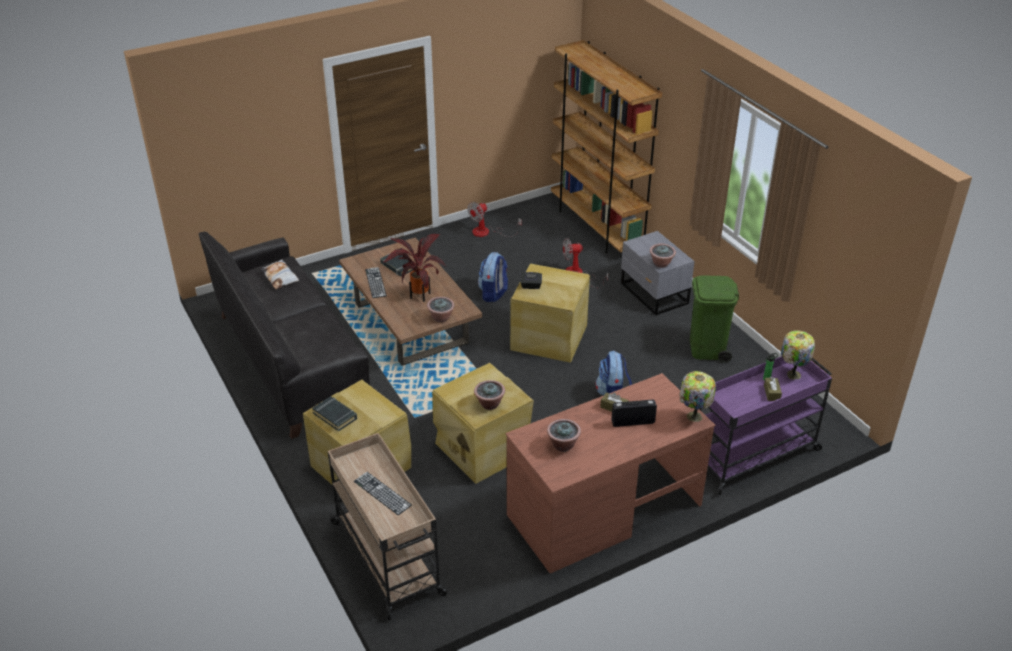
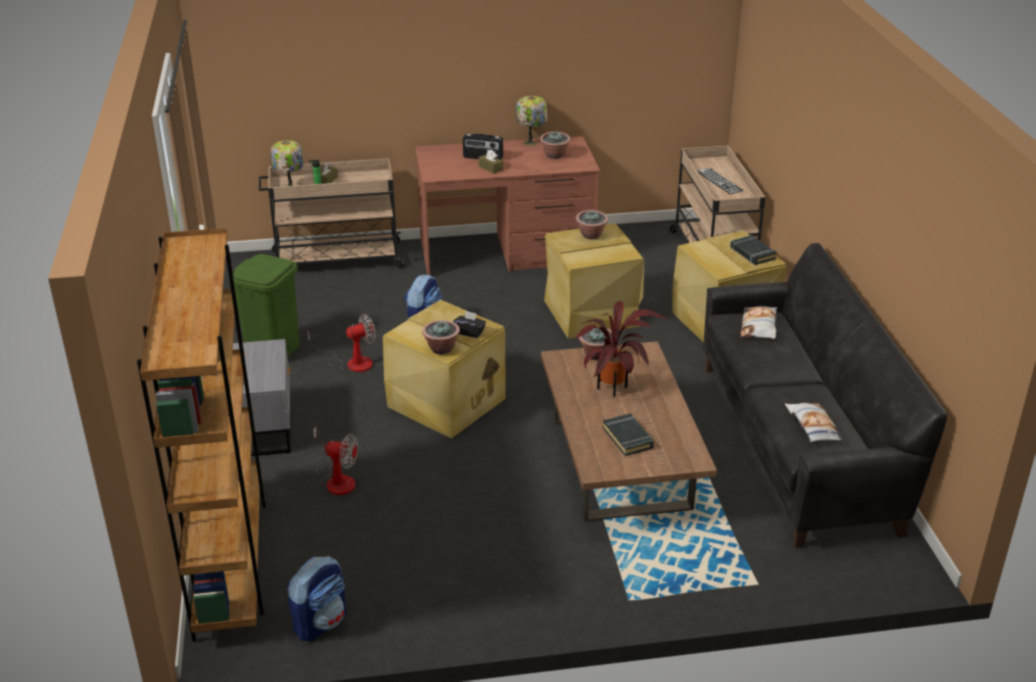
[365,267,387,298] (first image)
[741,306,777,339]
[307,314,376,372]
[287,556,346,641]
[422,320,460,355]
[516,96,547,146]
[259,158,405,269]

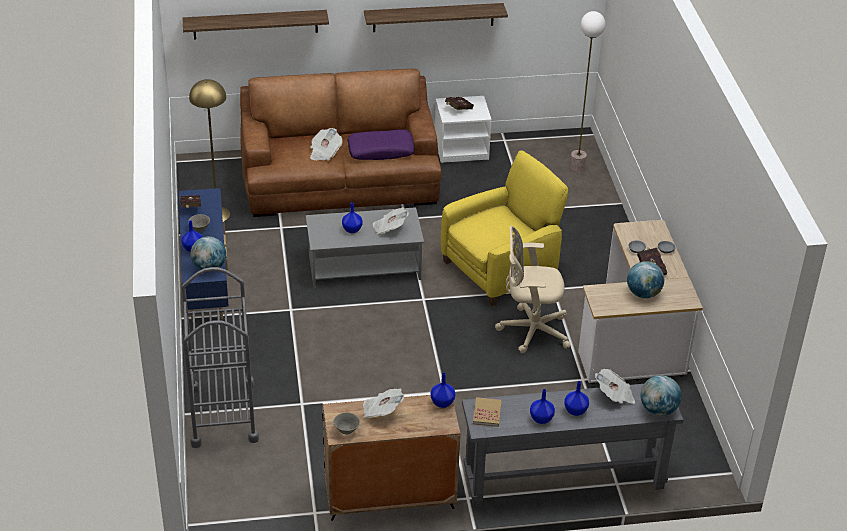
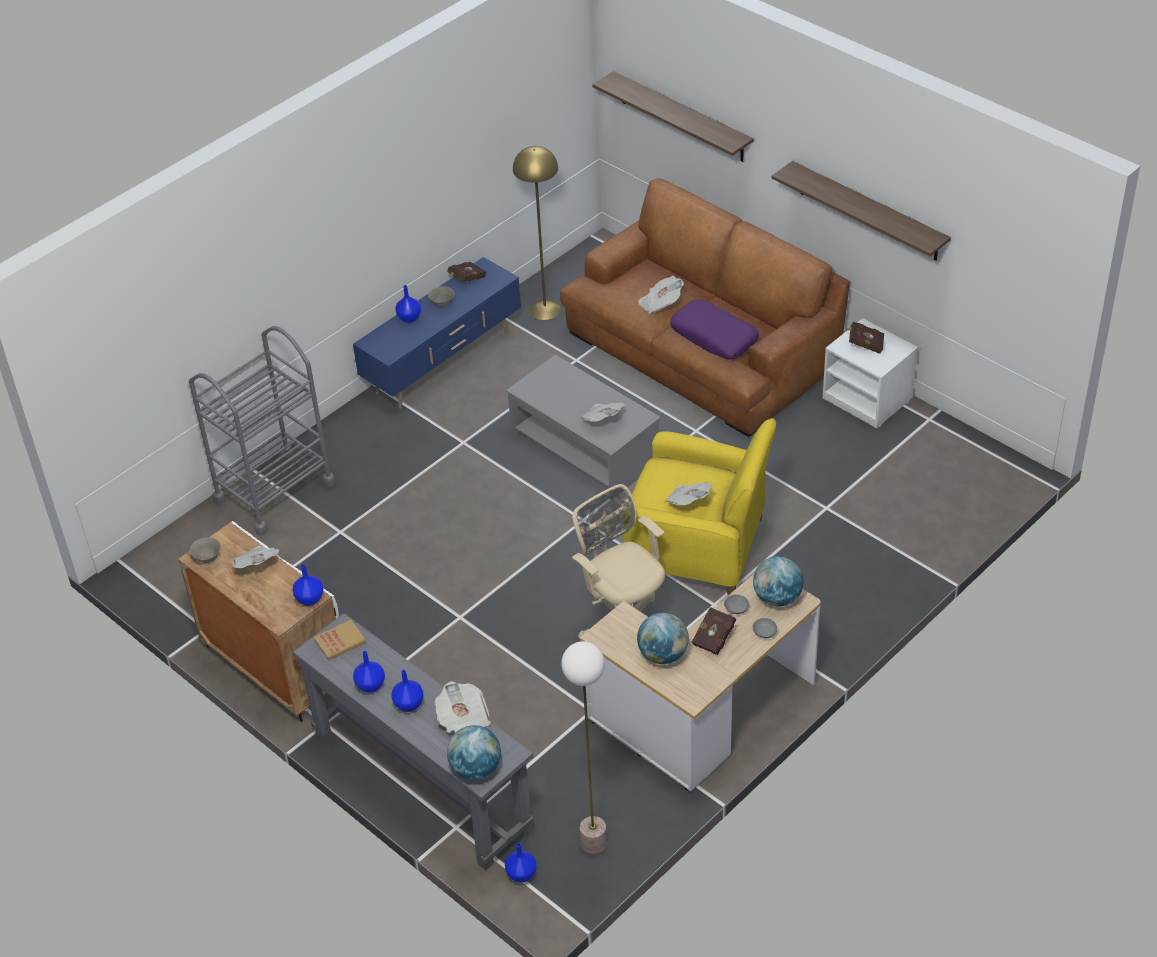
[664,482,714,505]
[753,556,804,606]
[505,843,537,883]
[561,641,607,854]

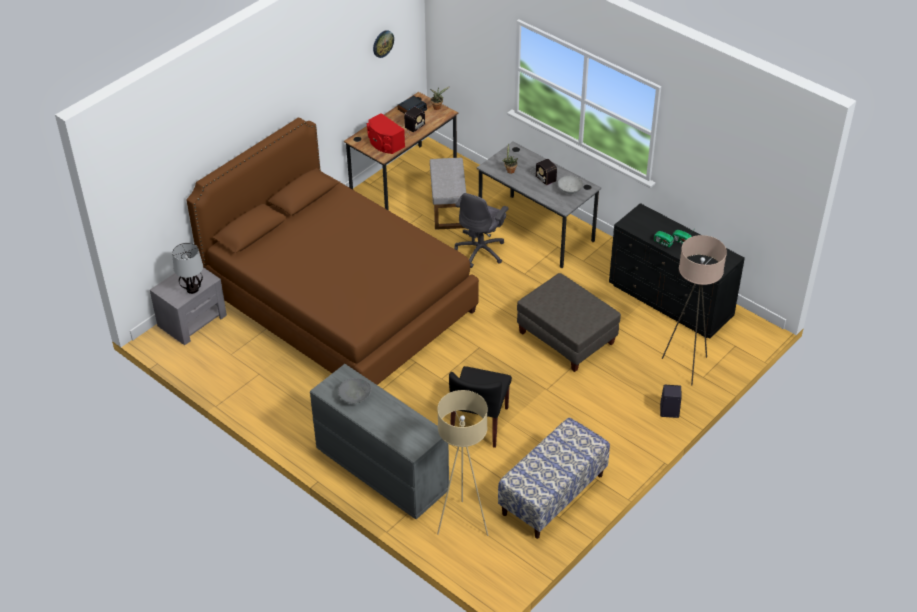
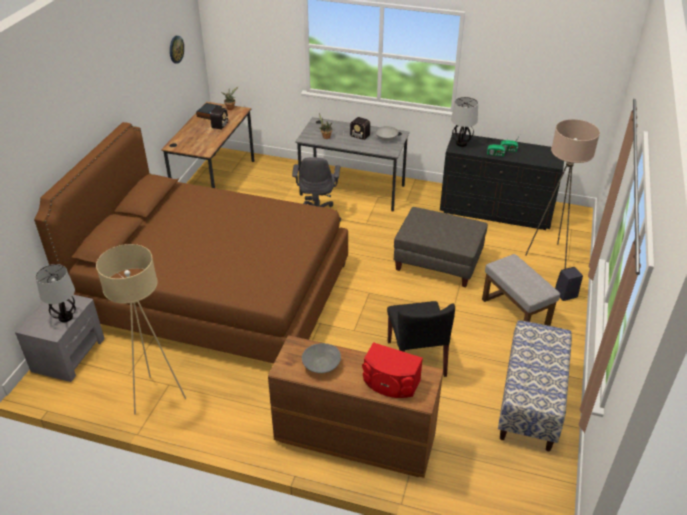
[451,97,478,147]
[362,342,423,398]
[482,254,560,326]
[96,244,186,415]
[268,335,443,478]

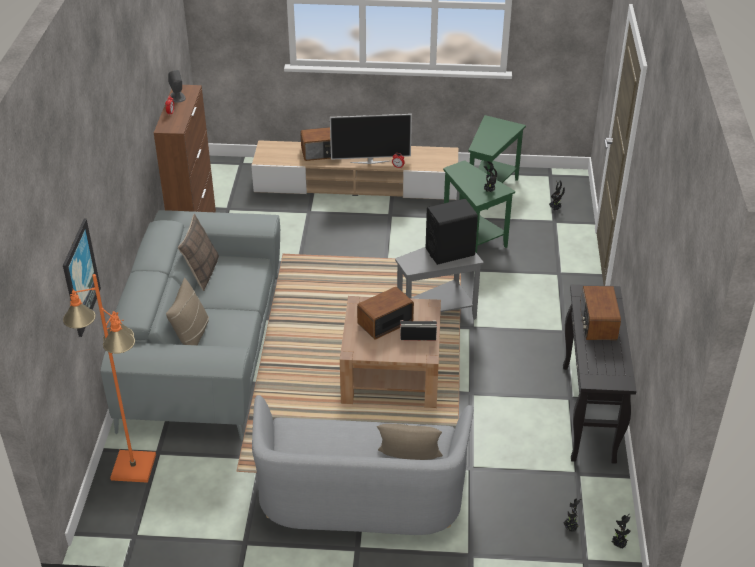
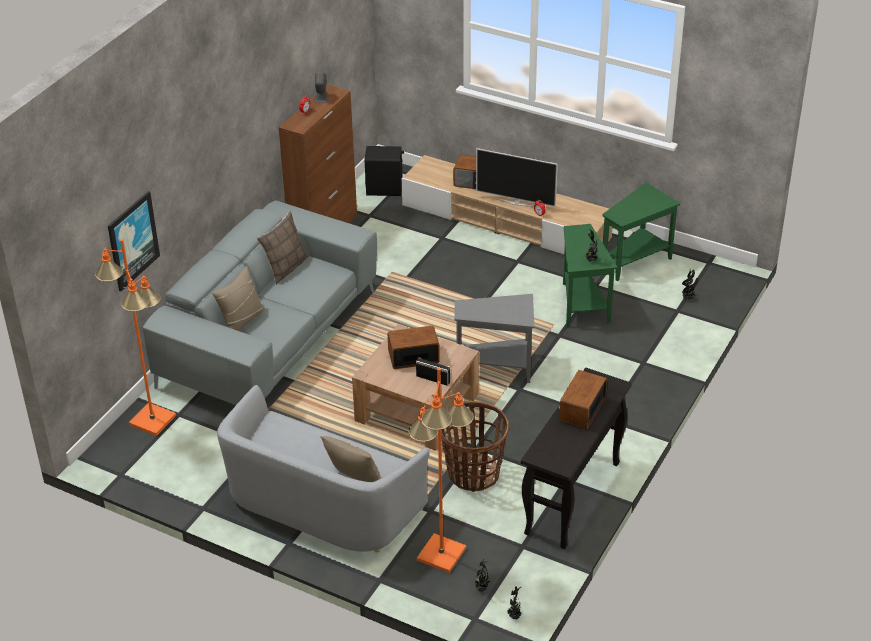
[408,368,474,573]
[441,401,509,492]
[365,146,404,196]

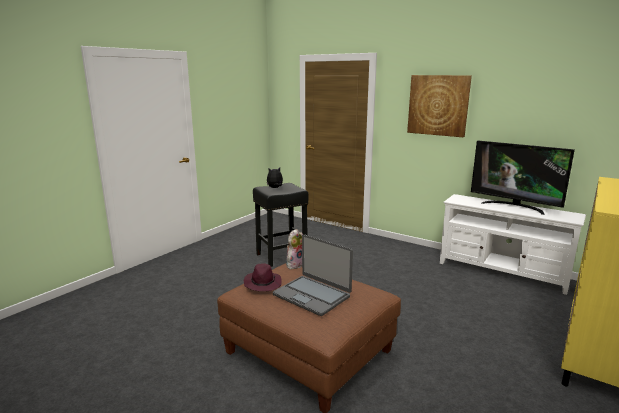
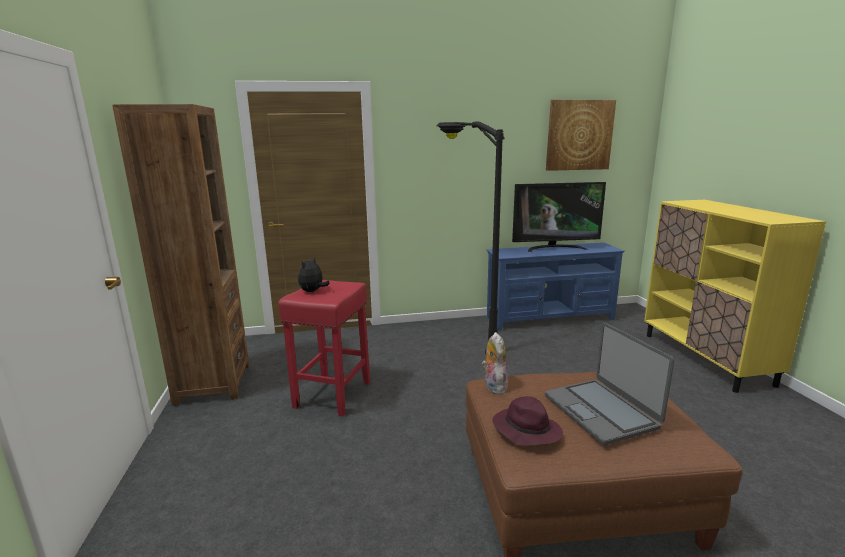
[112,104,249,406]
[437,121,505,354]
[546,100,616,171]
[278,280,370,416]
[486,242,625,330]
[545,322,674,445]

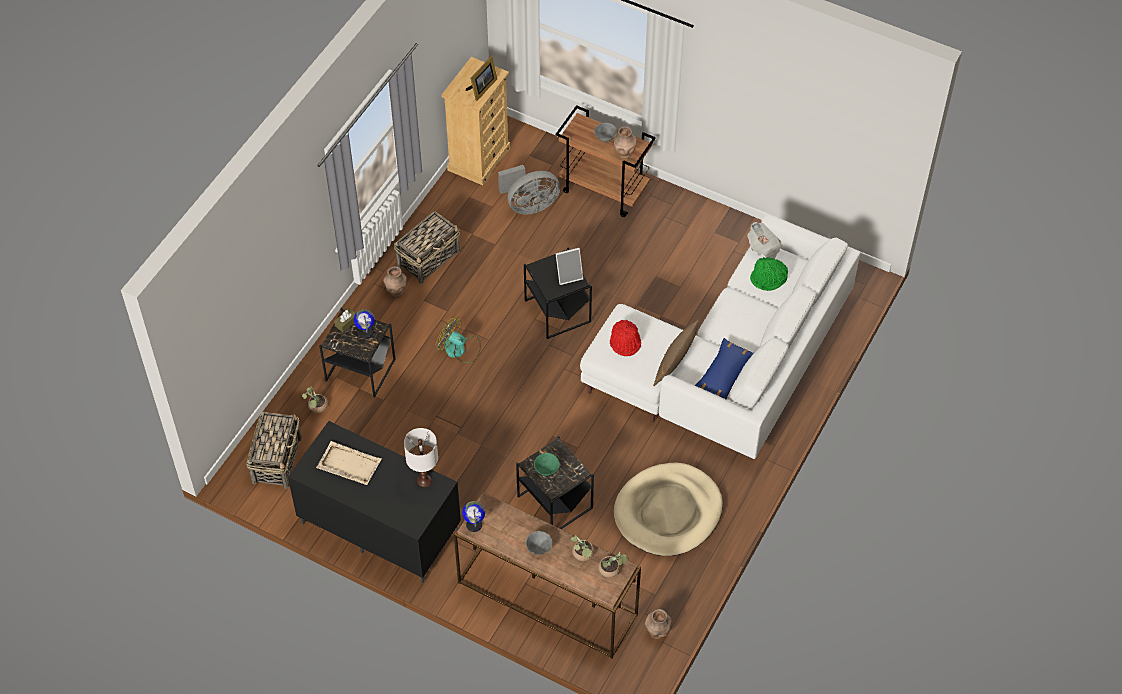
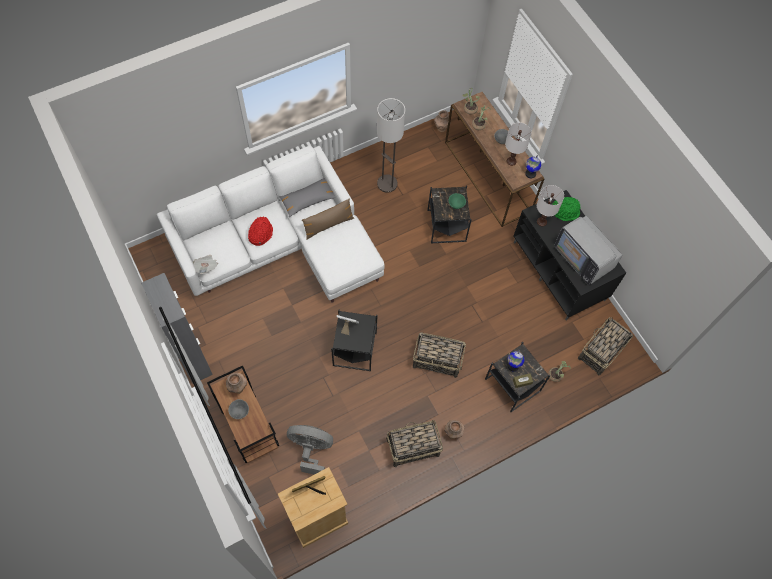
[141,273,213,383]
[505,122,532,166]
[248,216,273,246]
[552,197,580,221]
[555,215,623,285]
[413,332,466,378]
[377,98,405,193]
[279,178,336,217]

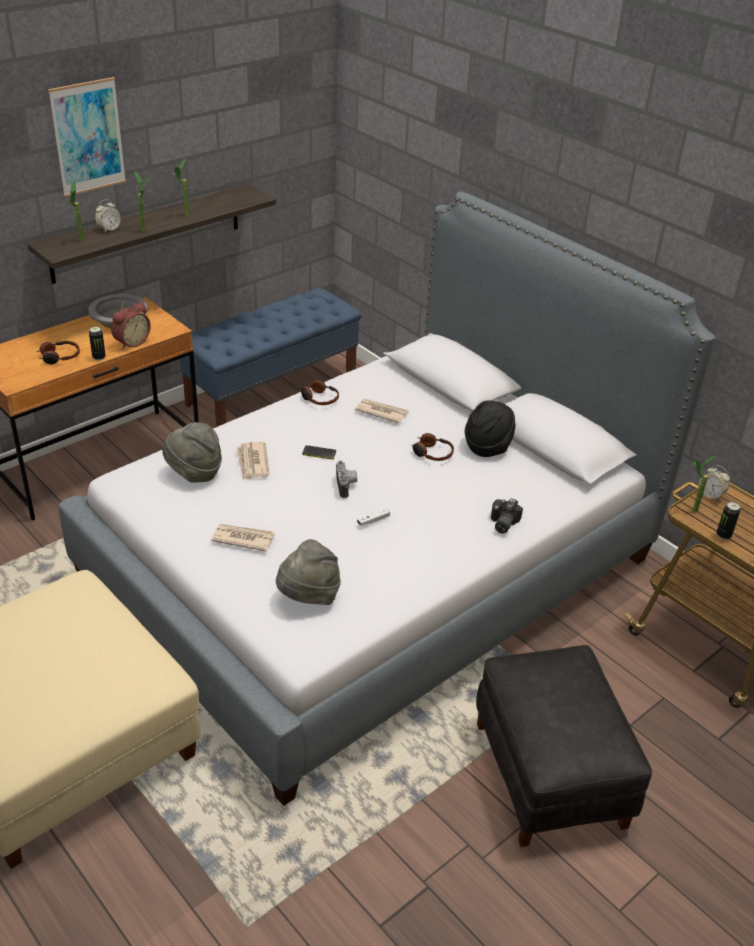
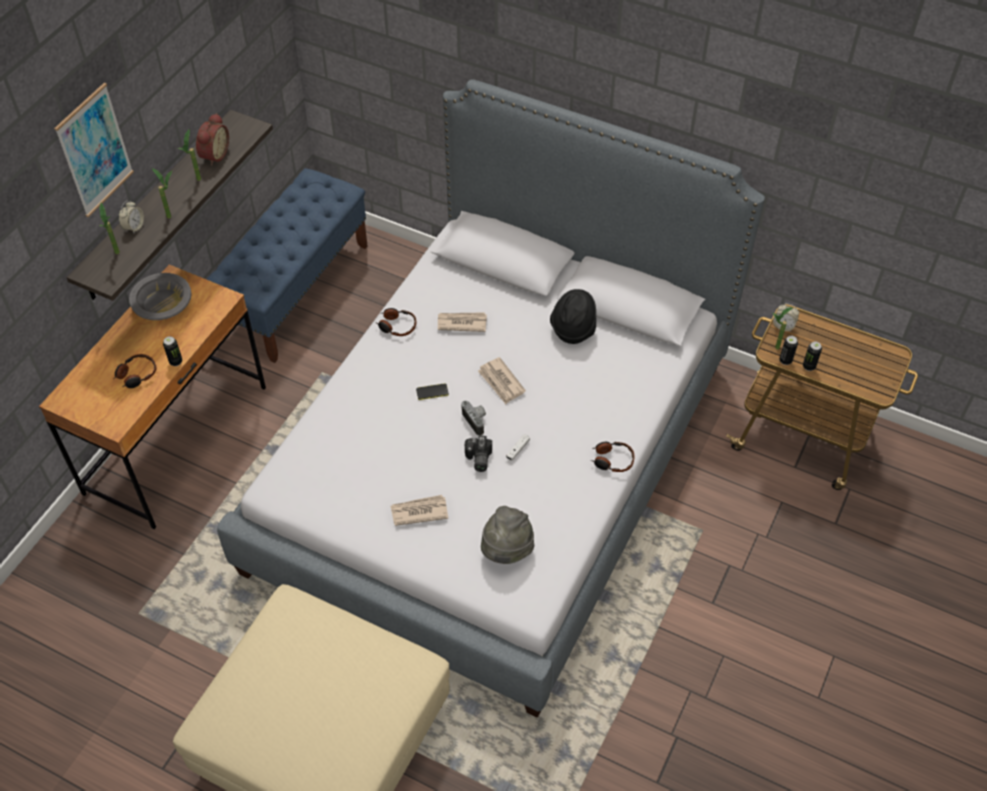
[162,422,222,483] (first image)
[476,645,652,847] (first image)
[779,336,798,365]
[196,113,229,166]
[478,357,526,404]
[591,442,635,472]
[465,436,492,472]

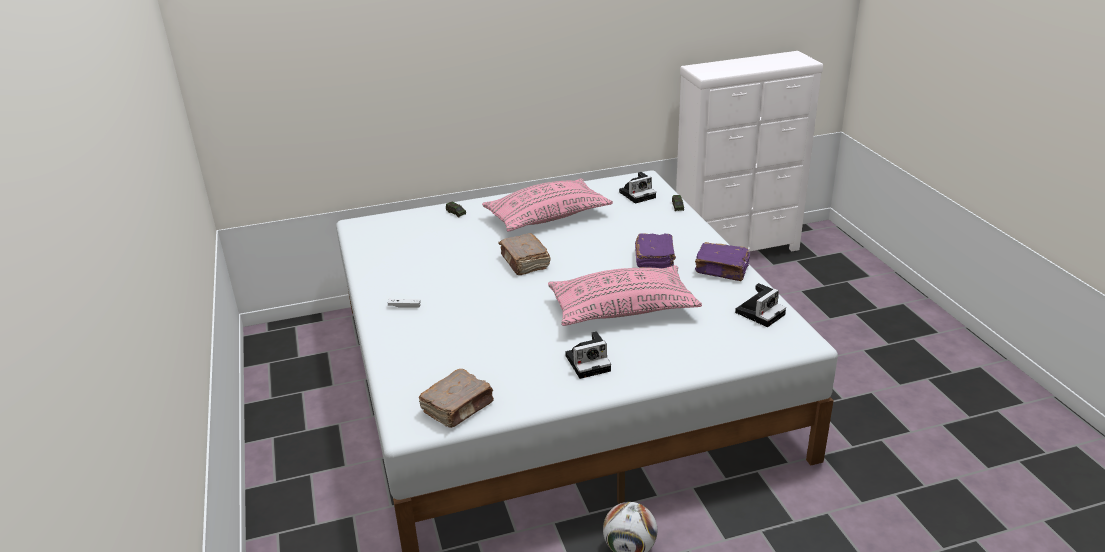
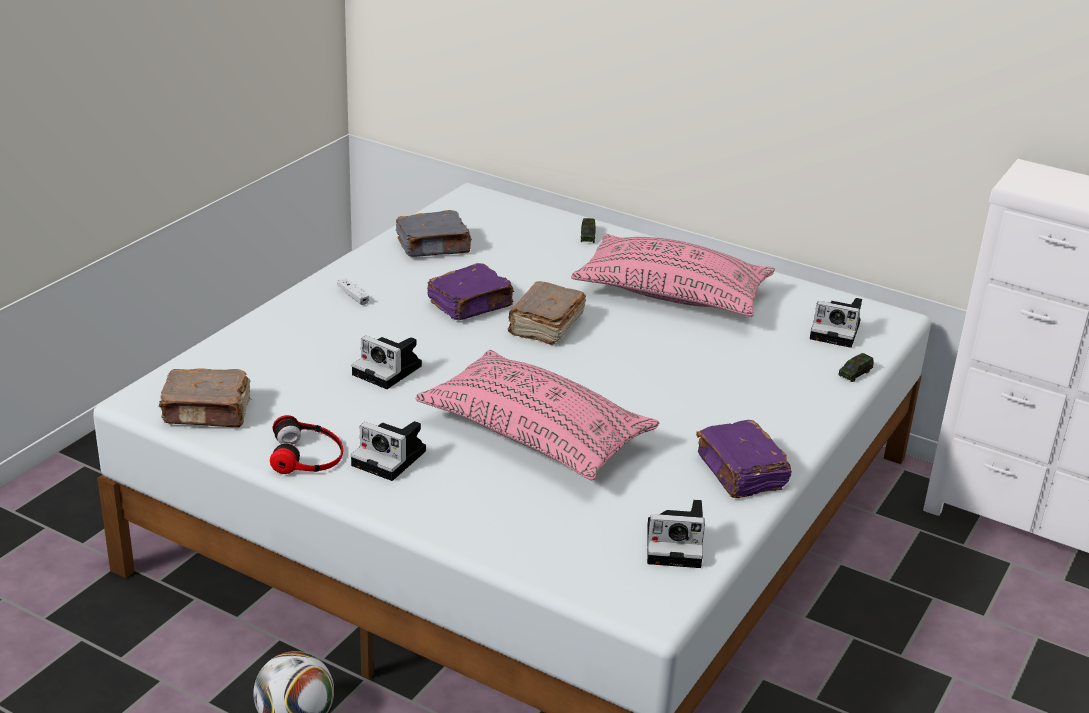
[270,415,343,474]
[352,335,422,389]
[396,210,472,257]
[427,263,514,320]

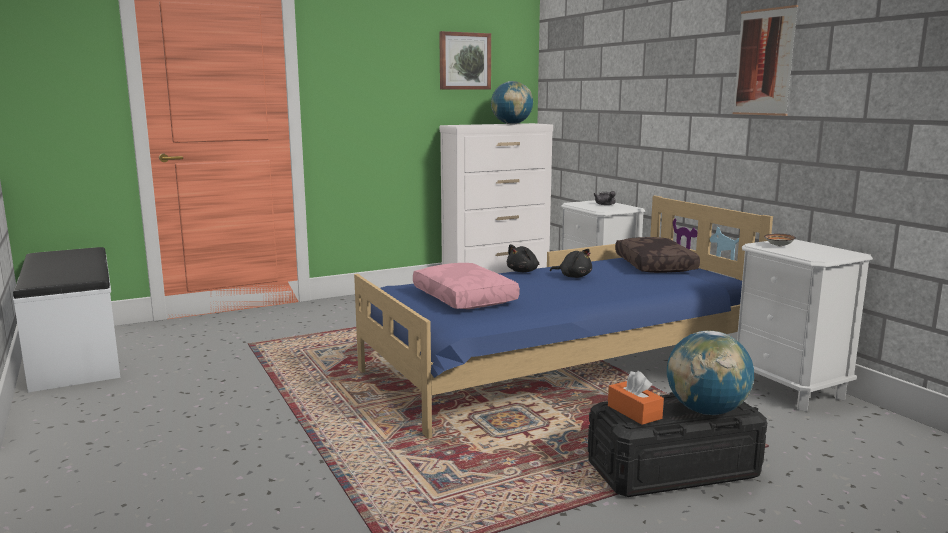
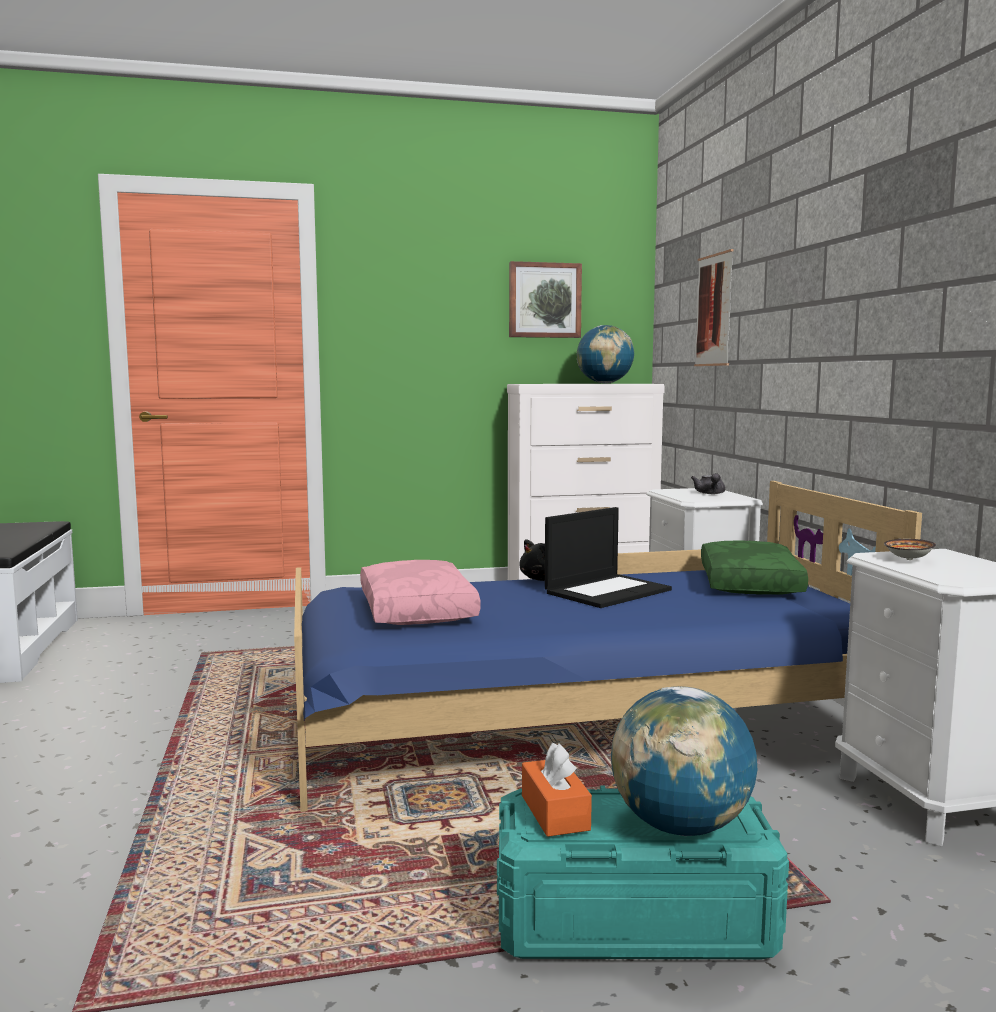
[694,249,734,366]
[545,507,672,608]
[497,786,789,959]
[701,540,808,595]

